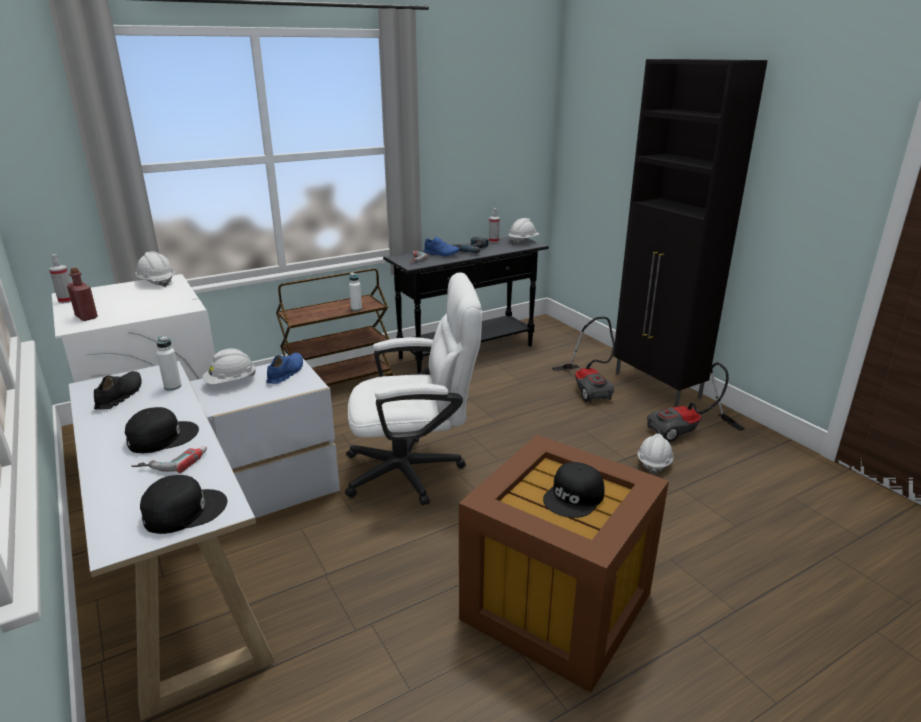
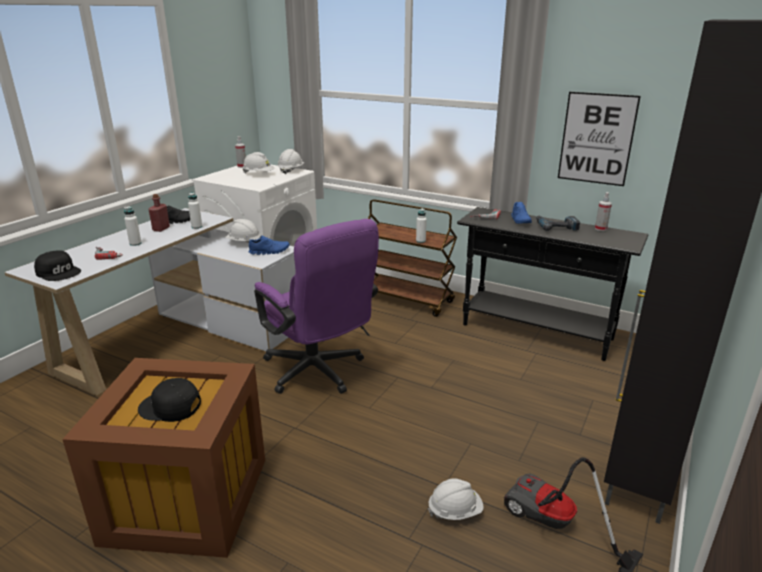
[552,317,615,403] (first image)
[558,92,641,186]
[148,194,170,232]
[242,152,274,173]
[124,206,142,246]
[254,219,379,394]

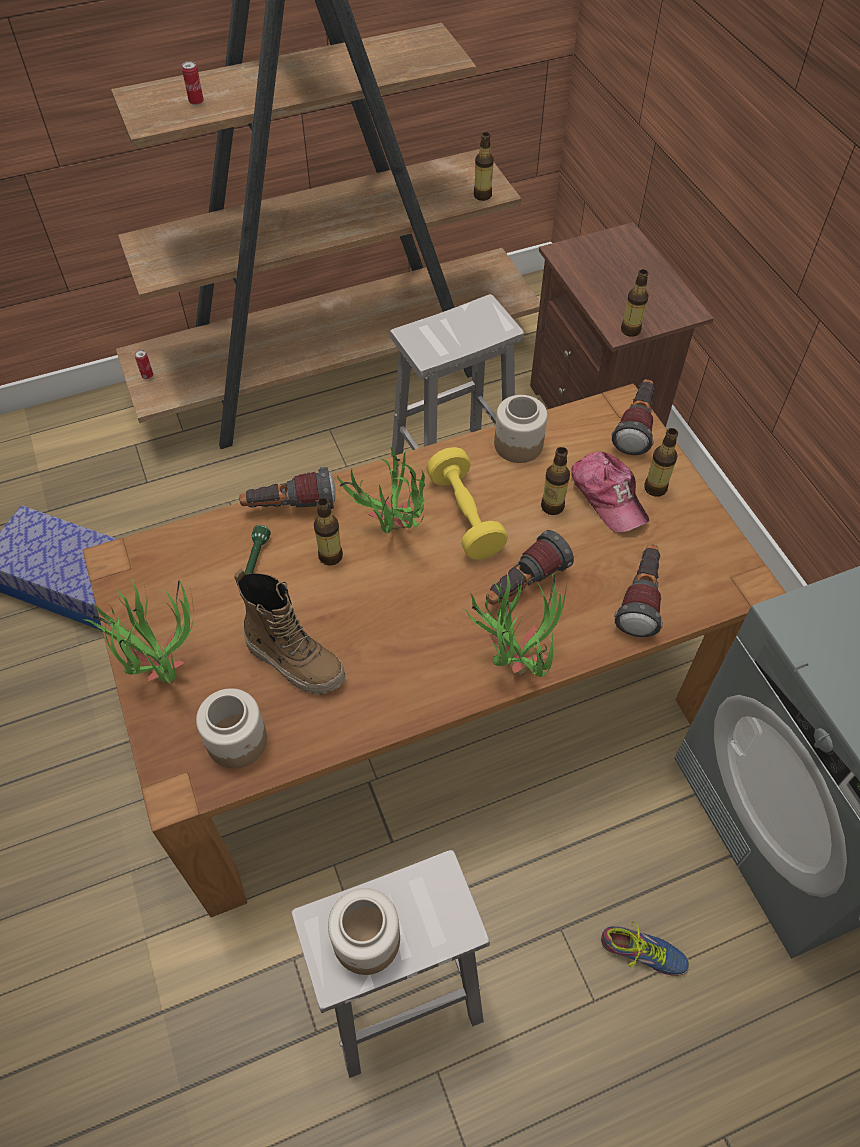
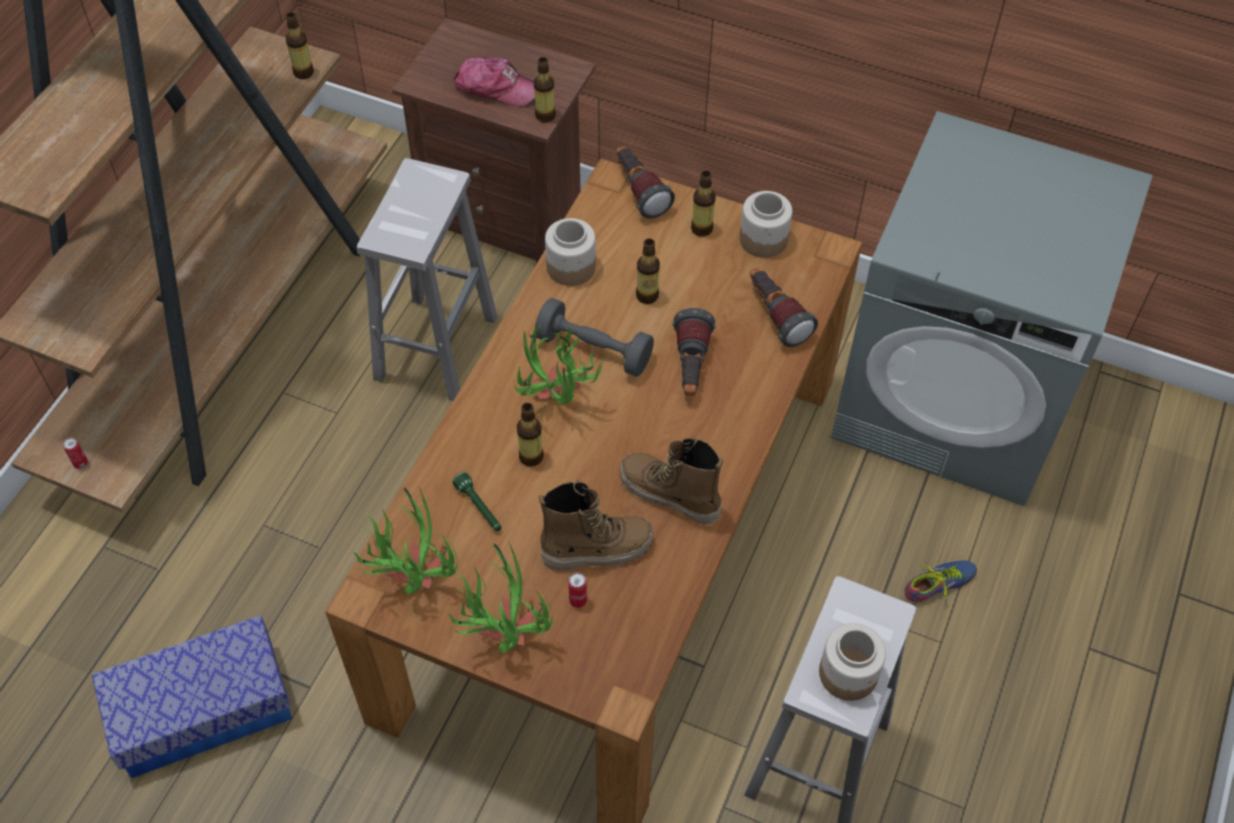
[239,467,336,509] (first image)
[619,438,723,525]
[568,572,587,608]
[740,191,792,258]
[353,485,457,595]
[454,57,535,107]
[535,298,654,377]

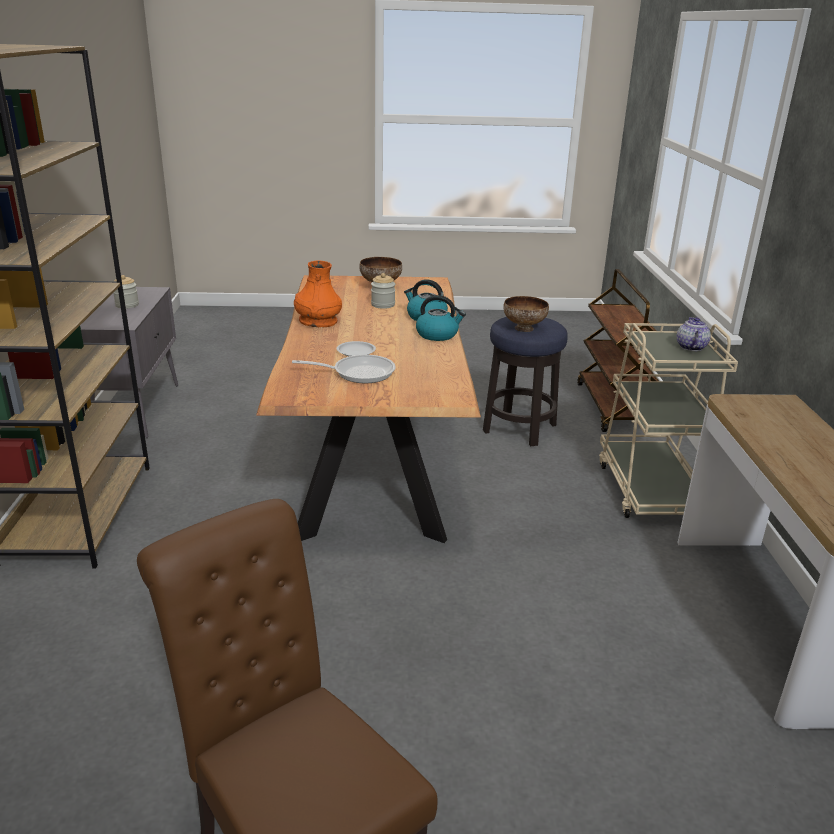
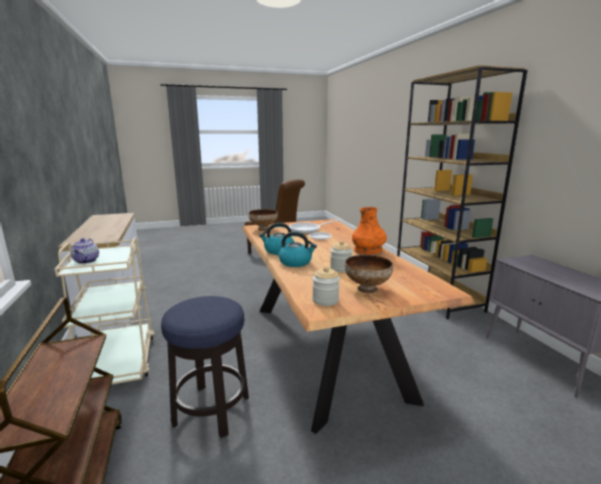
[312,266,340,306]
[249,209,278,231]

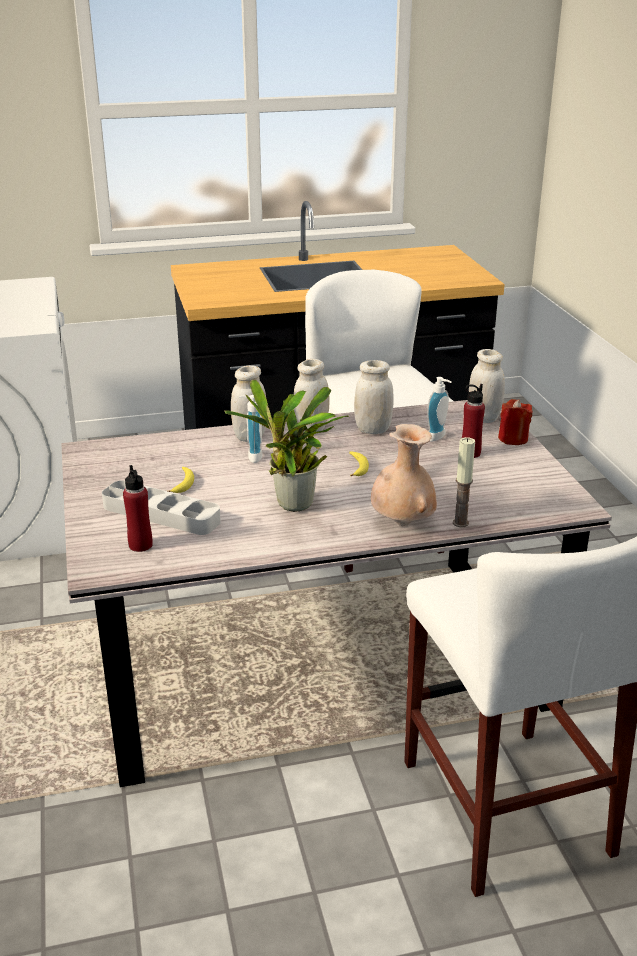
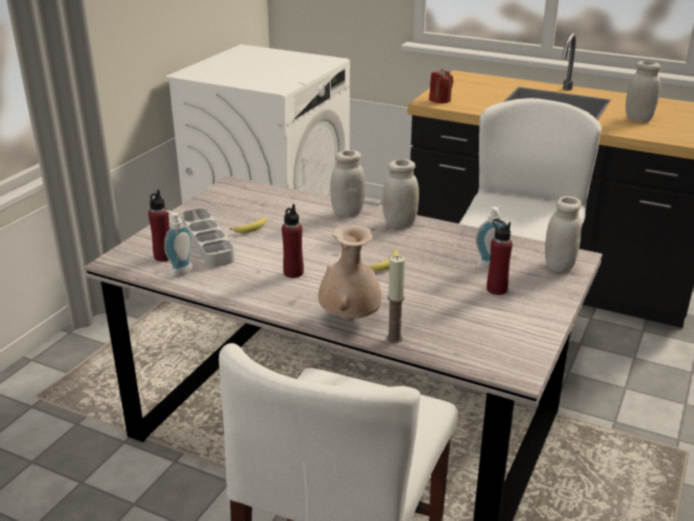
[164,210,193,277]
[625,61,661,122]
[429,69,453,103]
[282,204,304,278]

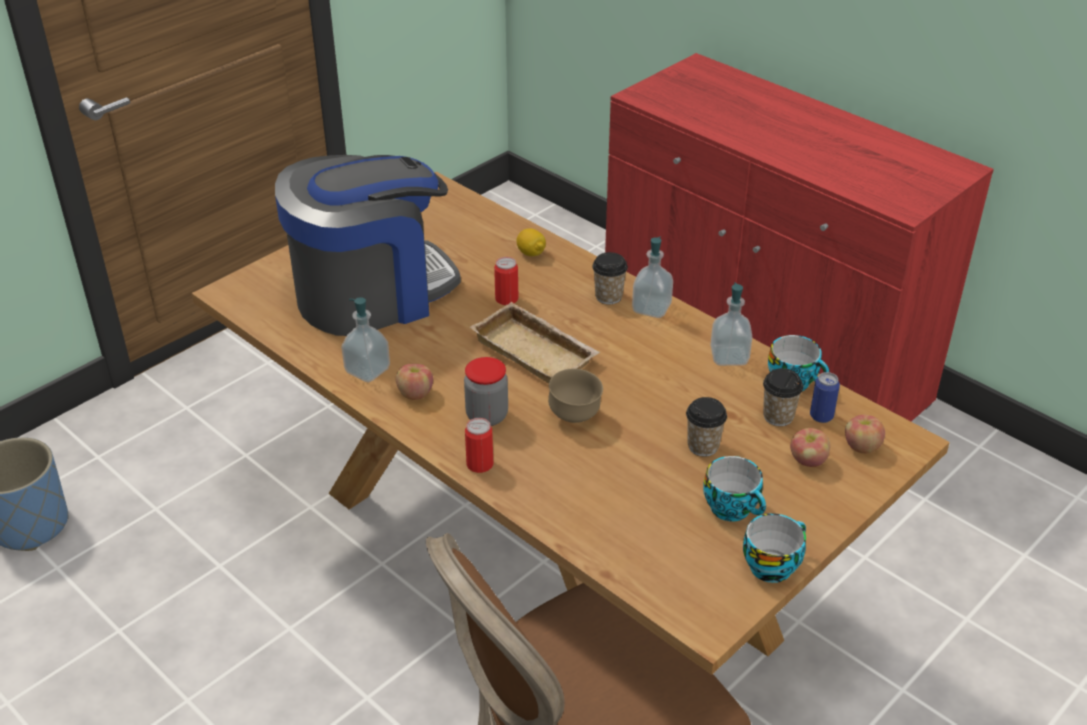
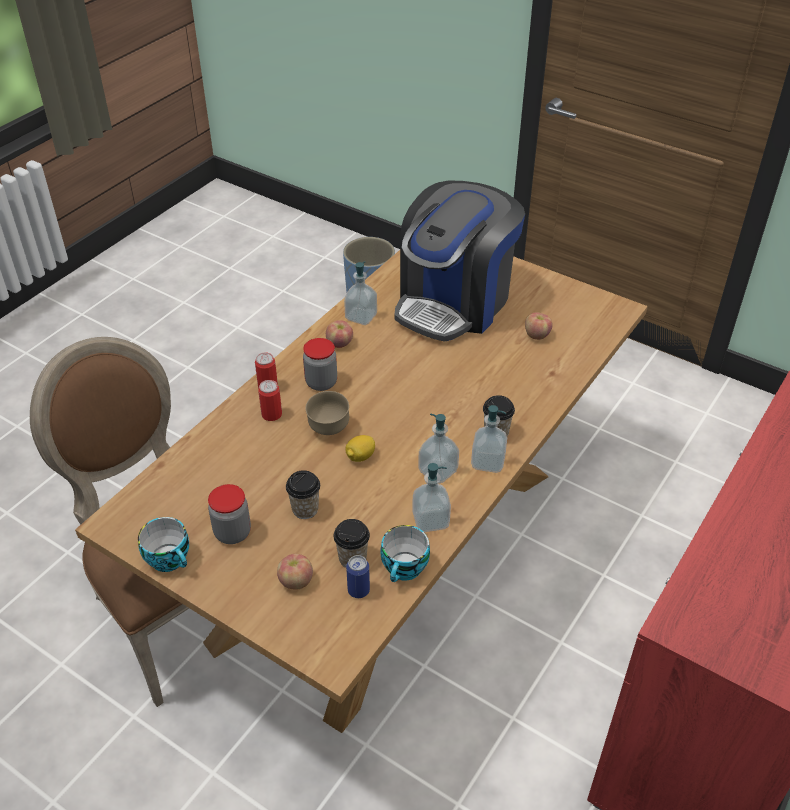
[470,302,600,383] (first image)
[418,414,459,484]
[258,380,282,421]
[345,435,375,462]
[525,312,553,340]
[208,484,251,544]
[394,180,525,342]

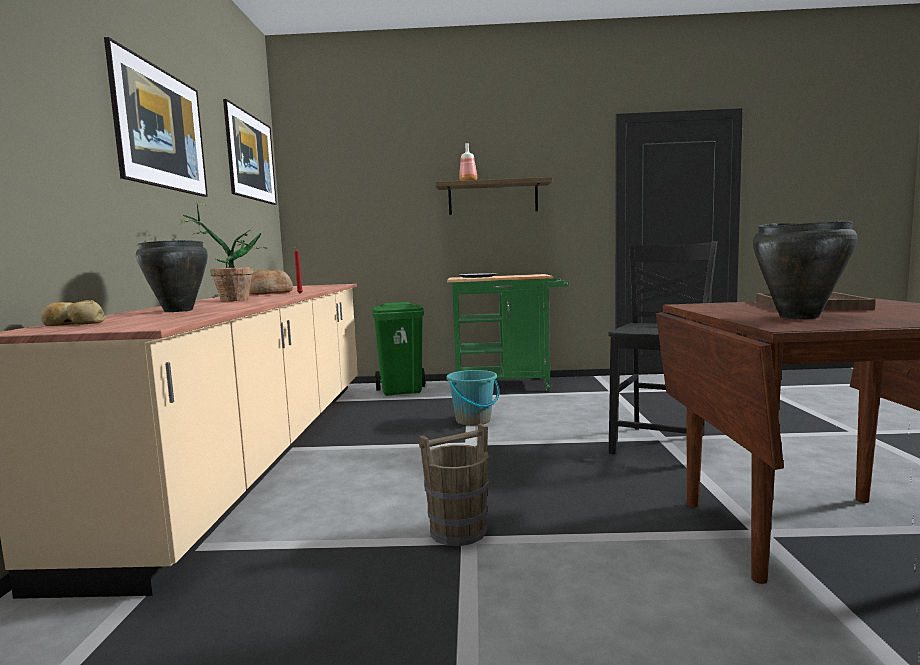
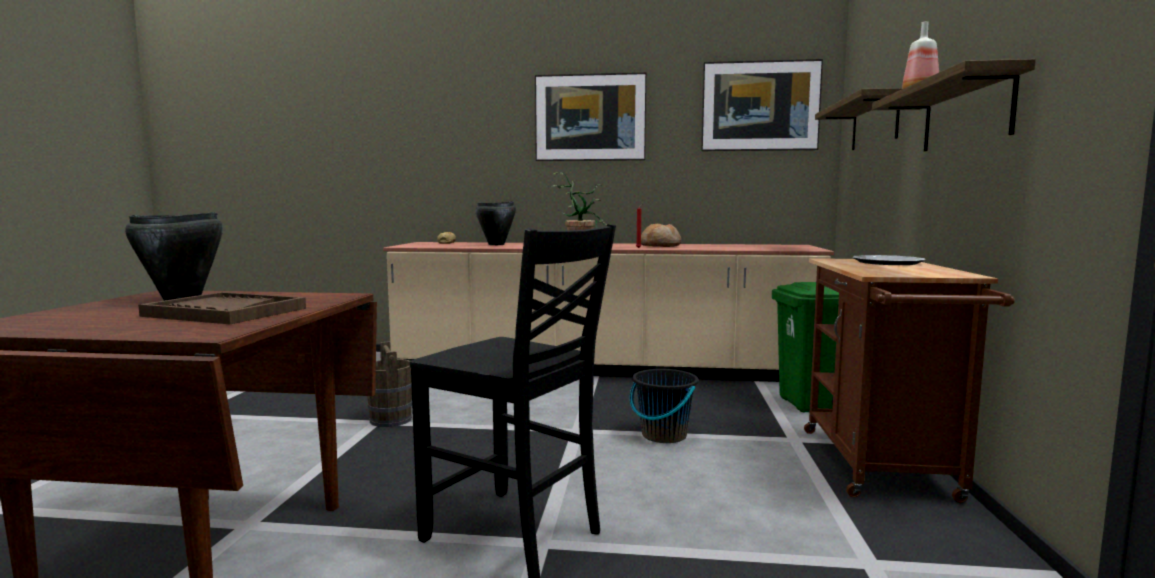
[815,88,903,150]
[630,369,699,443]
[804,258,1015,503]

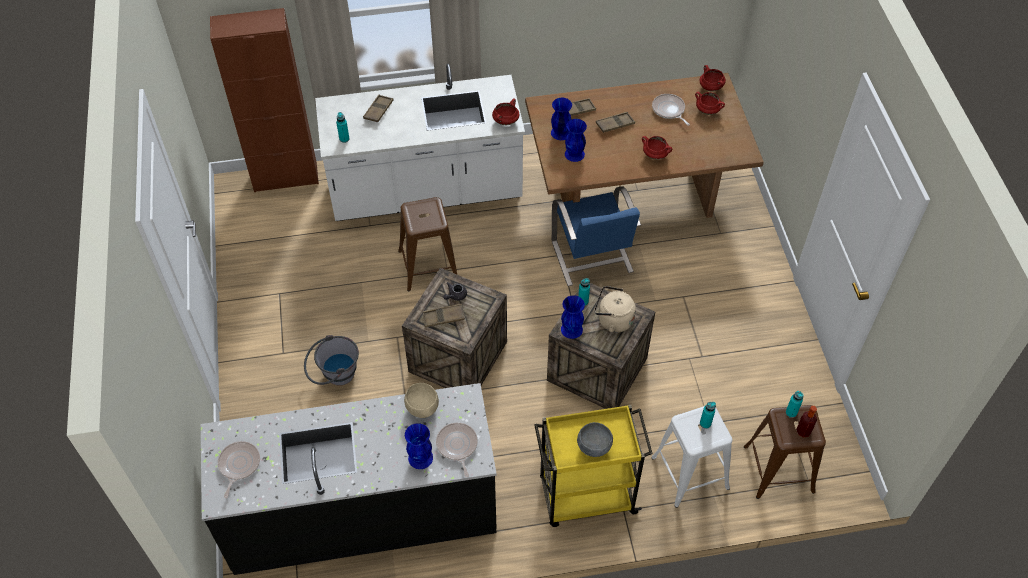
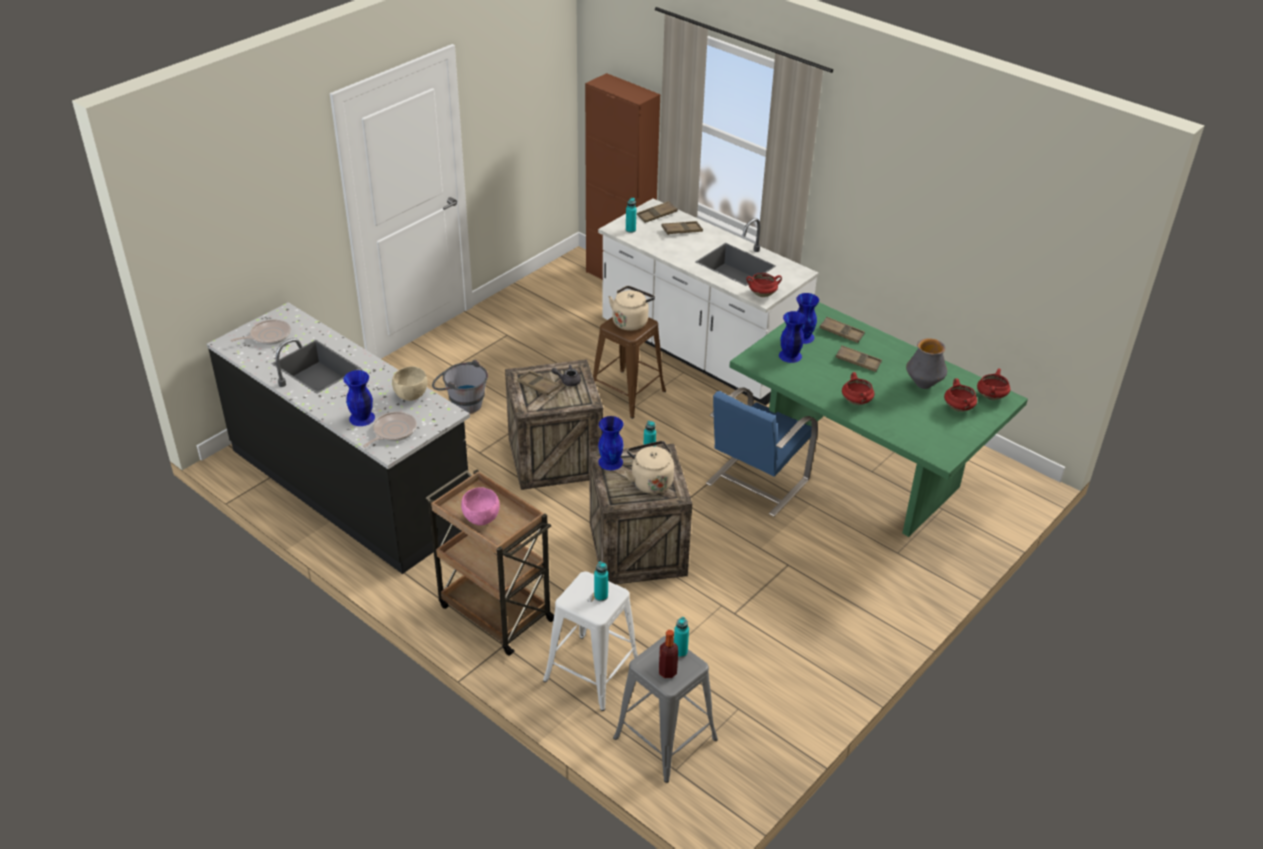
[609,286,655,331]
[637,201,678,223]
[906,338,947,389]
[729,302,1028,537]
[425,469,554,656]
[461,487,500,526]
[613,636,718,783]

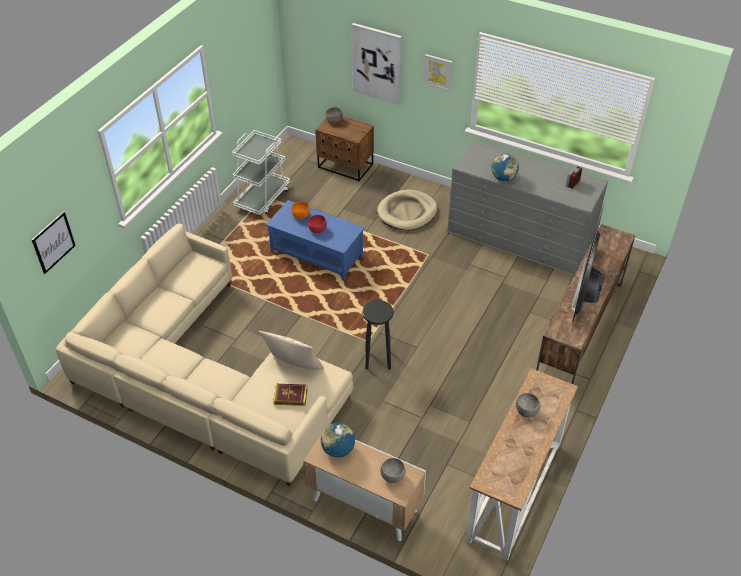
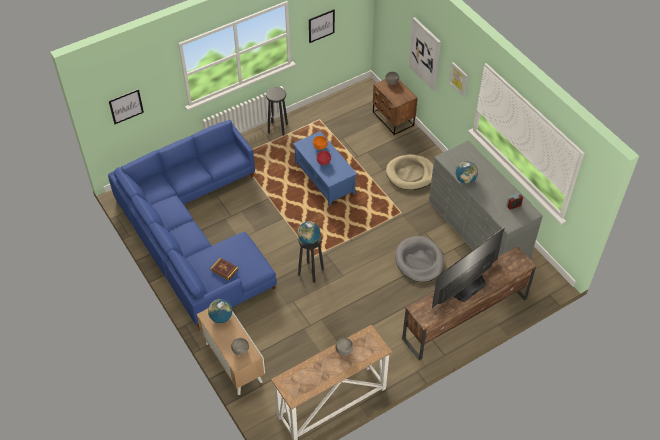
[232,130,290,215] (first image)
[259,331,324,369] (first image)
[266,87,288,135]
[298,221,320,244]
[309,9,335,43]
[395,236,444,282]
[108,120,277,327]

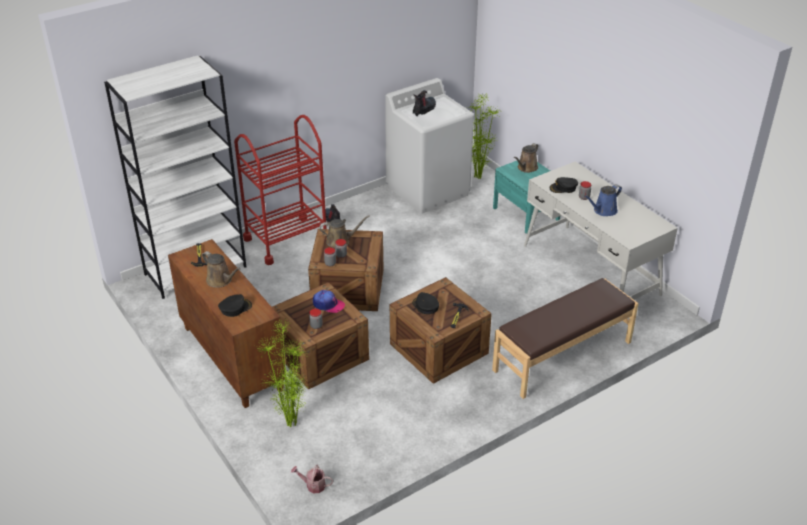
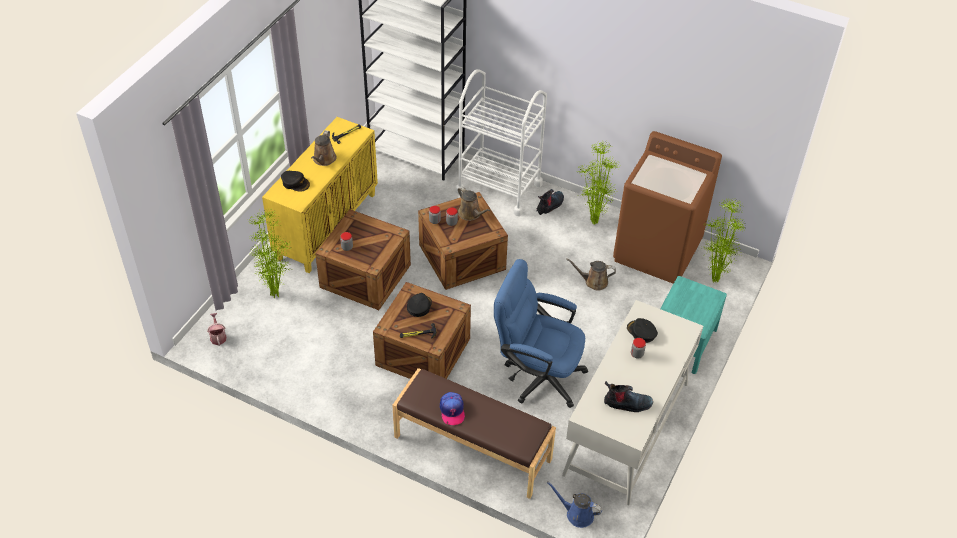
[494,259,588,408]
[578,139,619,225]
[440,392,465,425]
[604,381,653,412]
[566,258,616,291]
[547,482,602,528]
[262,117,378,273]
[456,69,547,216]
[613,131,722,284]

